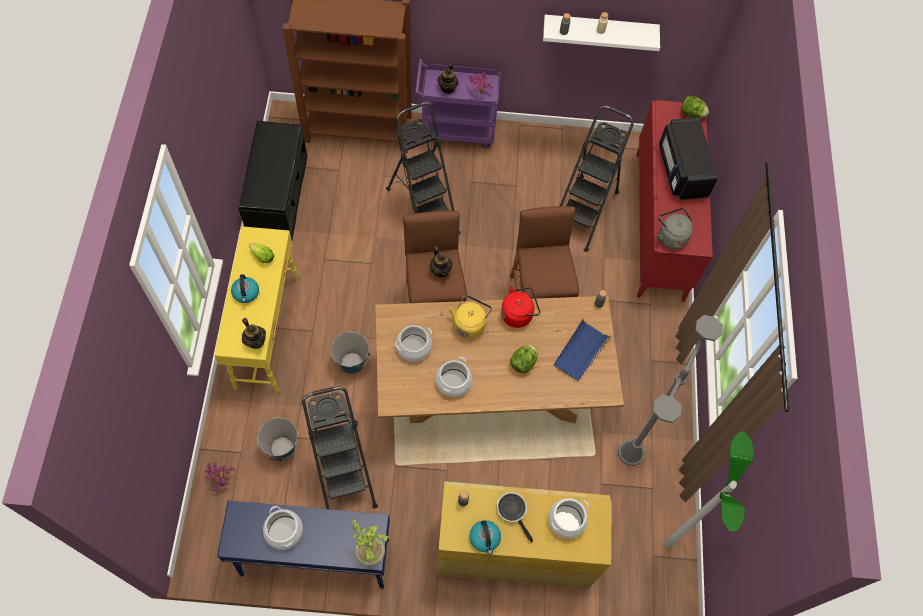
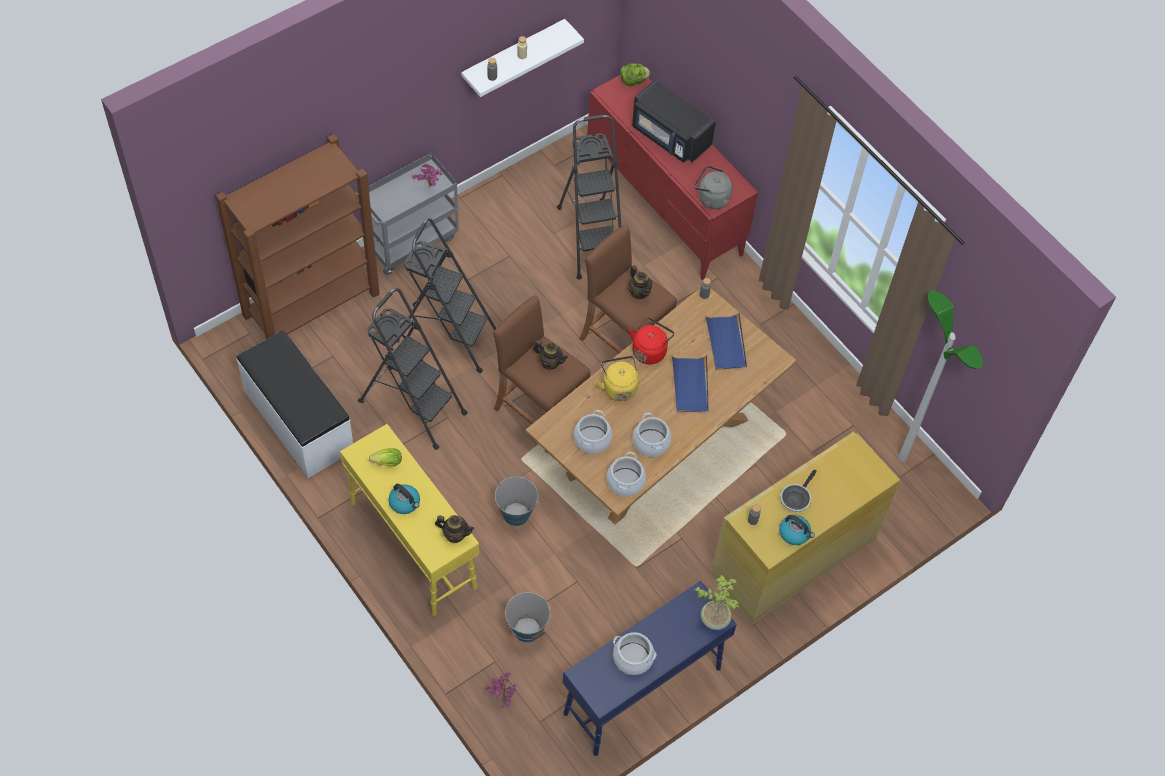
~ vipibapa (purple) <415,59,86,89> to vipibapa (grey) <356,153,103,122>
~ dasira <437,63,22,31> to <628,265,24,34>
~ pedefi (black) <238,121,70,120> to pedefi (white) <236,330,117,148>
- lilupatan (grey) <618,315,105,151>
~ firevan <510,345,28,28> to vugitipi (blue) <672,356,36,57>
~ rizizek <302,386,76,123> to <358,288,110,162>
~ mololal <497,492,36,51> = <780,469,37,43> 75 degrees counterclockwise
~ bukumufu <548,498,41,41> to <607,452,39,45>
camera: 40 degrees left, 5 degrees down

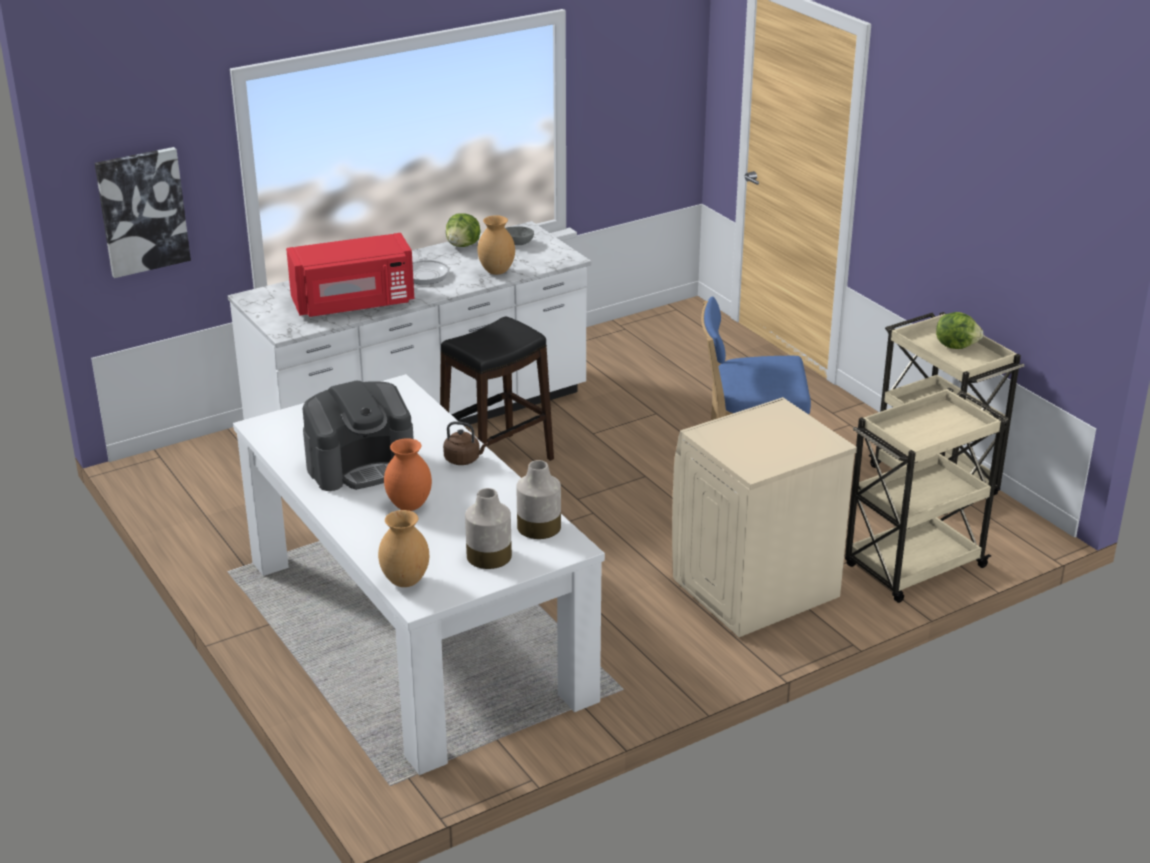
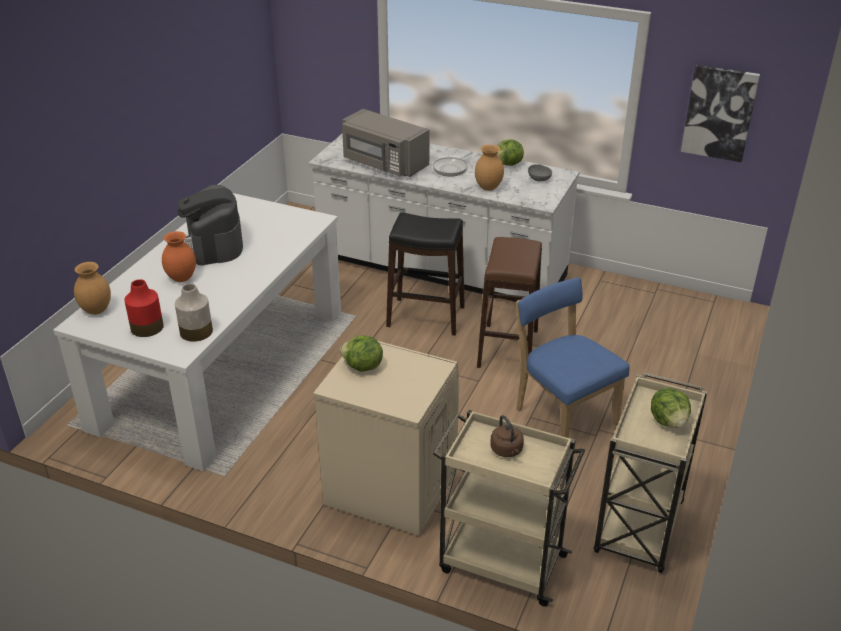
~ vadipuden <95,147,96,131> to <681,65,79,97>
~ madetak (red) <286,233,129,84> to madetak (grey) <342,109,88,68>
~ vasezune <303,380,111,111> = <178,185,65,80> 45 degrees clockwise
~ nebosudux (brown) <443,421,45,44> to <490,415,34,42>
~ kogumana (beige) <465,488,47,81> to kogumana (red) <124,279,40,58>
+ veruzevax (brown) <477,237,65,131>
+ firevan <340,335,43,37>
camera: 55 degrees right, 5 degrees up

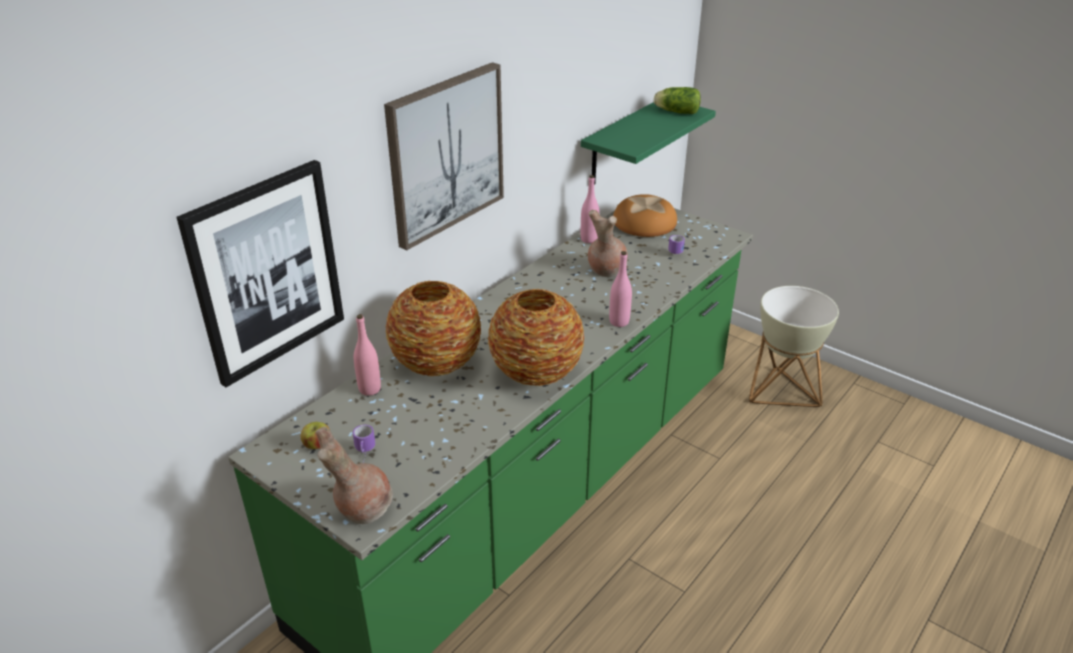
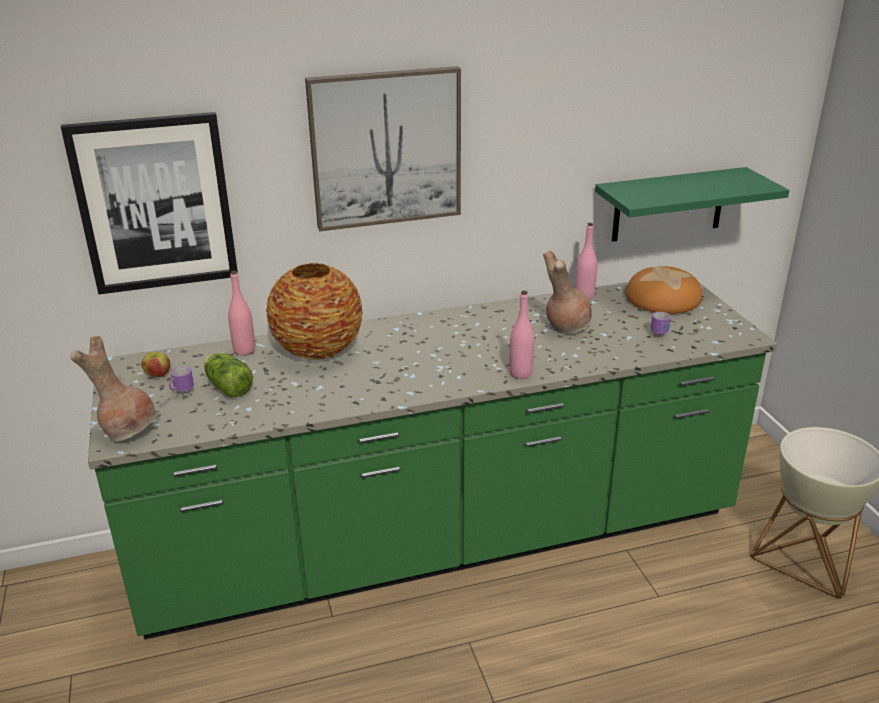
~ firevan <654,87,47,27> to <204,353,49,44>
- kogumana <488,289,96,97>
camera: 35 degrees right, 5 degrees down

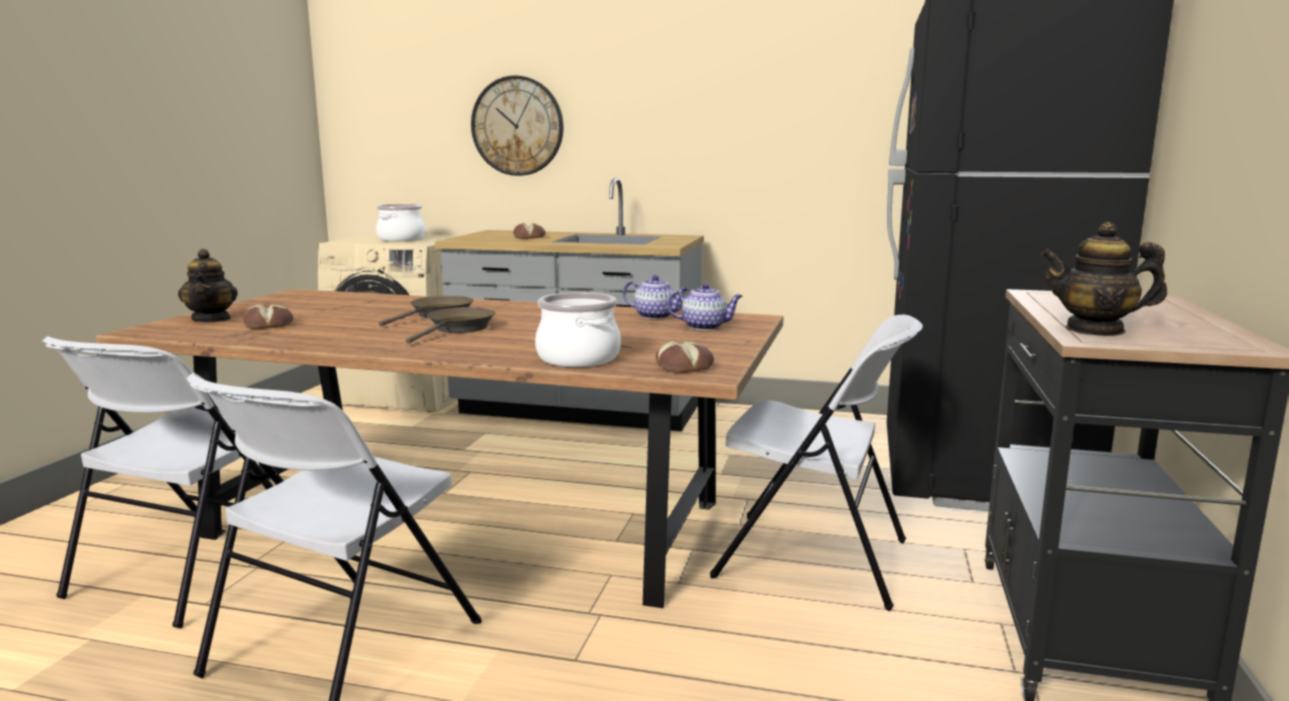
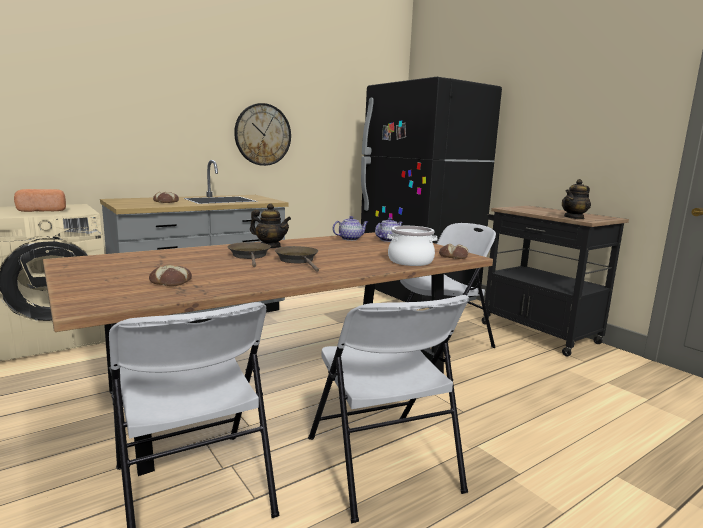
~ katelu <471,75,92,101> to <234,103,57,63>
~ bukumufu <376,204,49,38> to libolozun <14,189,52,23>
~ dasira <178,249,60,73> to <250,203,41,45>
camera: 50 degrees left, 0 degrees up

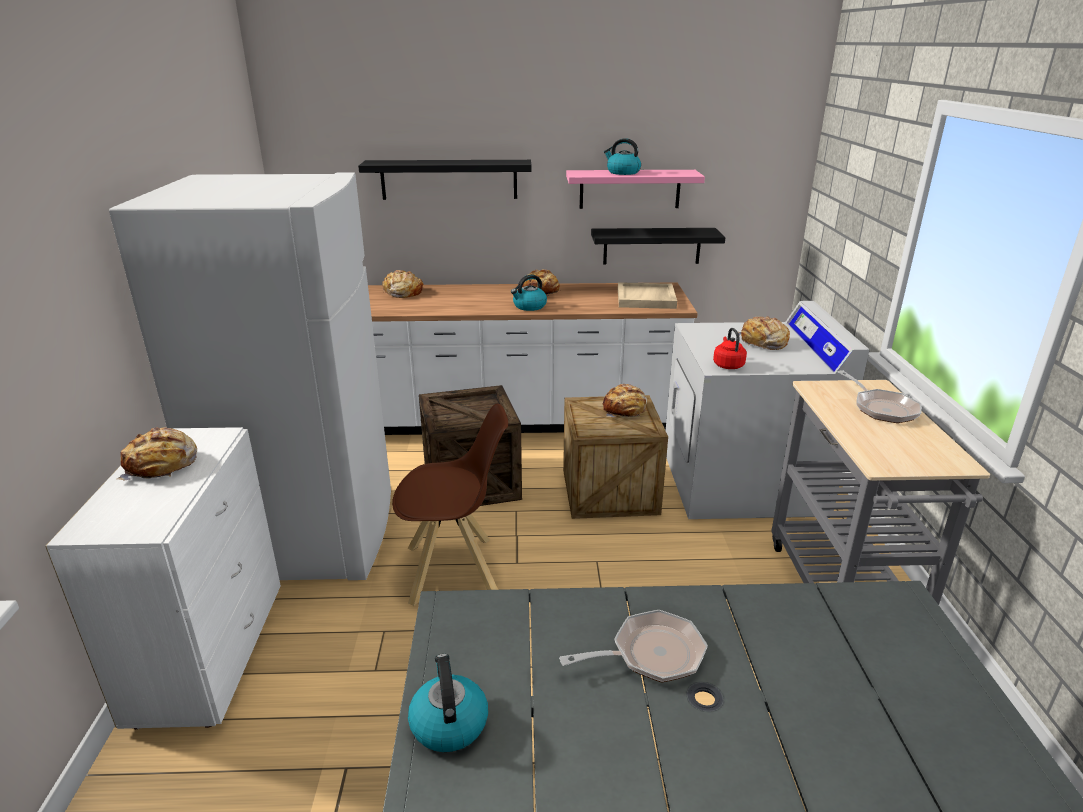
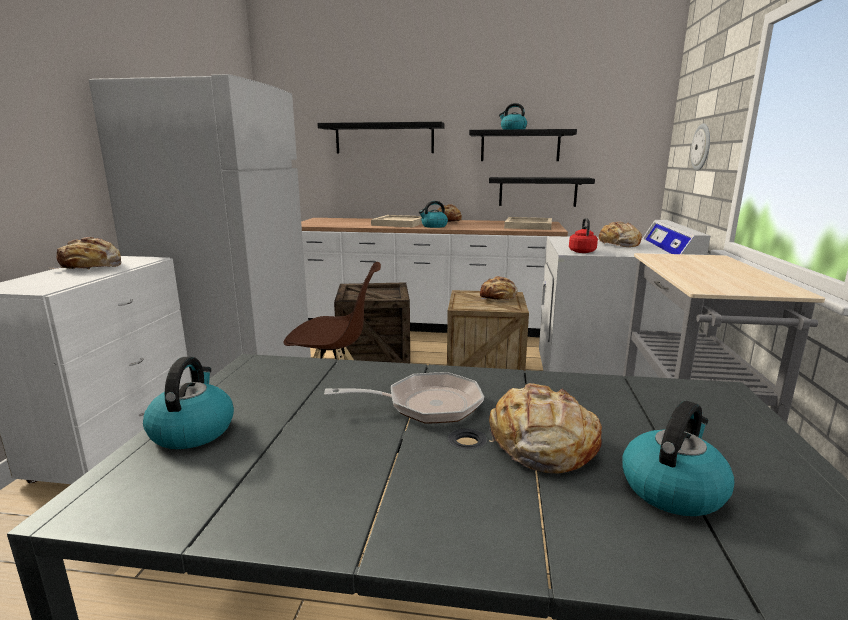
~ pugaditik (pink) <566,170,139,39> to pugaditik (black) <469,129,108,32>
~ libolozun <382,270,41,28> to <489,383,113,90>
- mololal <838,370,84,53>
+ katelu <691,124,19,47>
+ vugitipi (beige) <371,215,51,12>
+ nebosudux <622,401,113,115>
camera: 10 degrees right, 10 degrees down

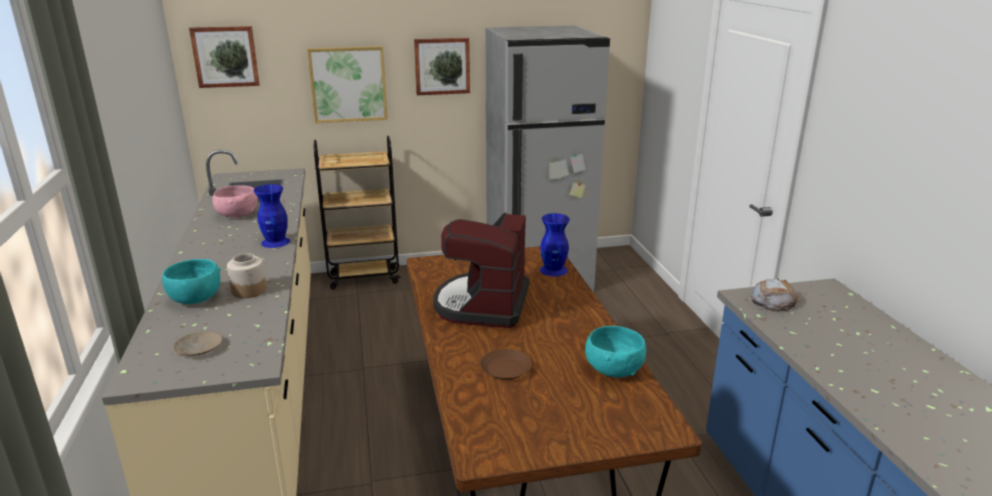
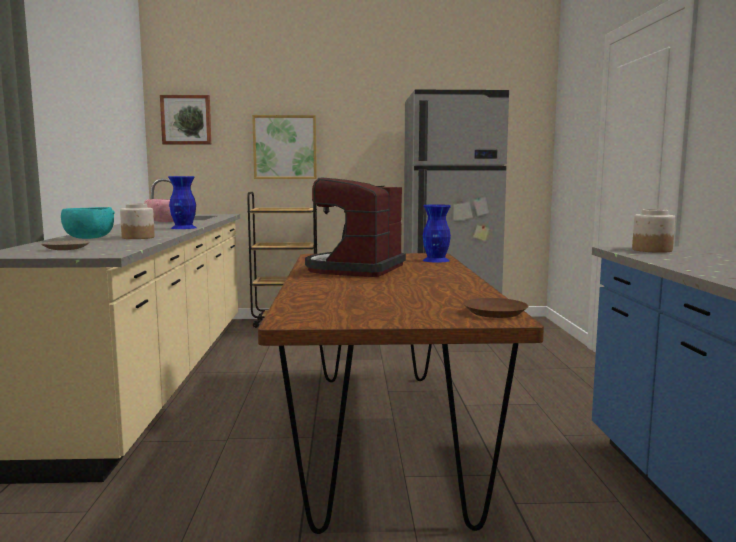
- vadipuden <414,38,56,57>
~ libolozun <751,278,47,33> to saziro <632,209,43,44>
- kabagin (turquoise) <585,326,61,52>
~ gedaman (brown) <480,349,52,31> to <463,298,65,20>
camera: 10 degrees right, 15 degrees down

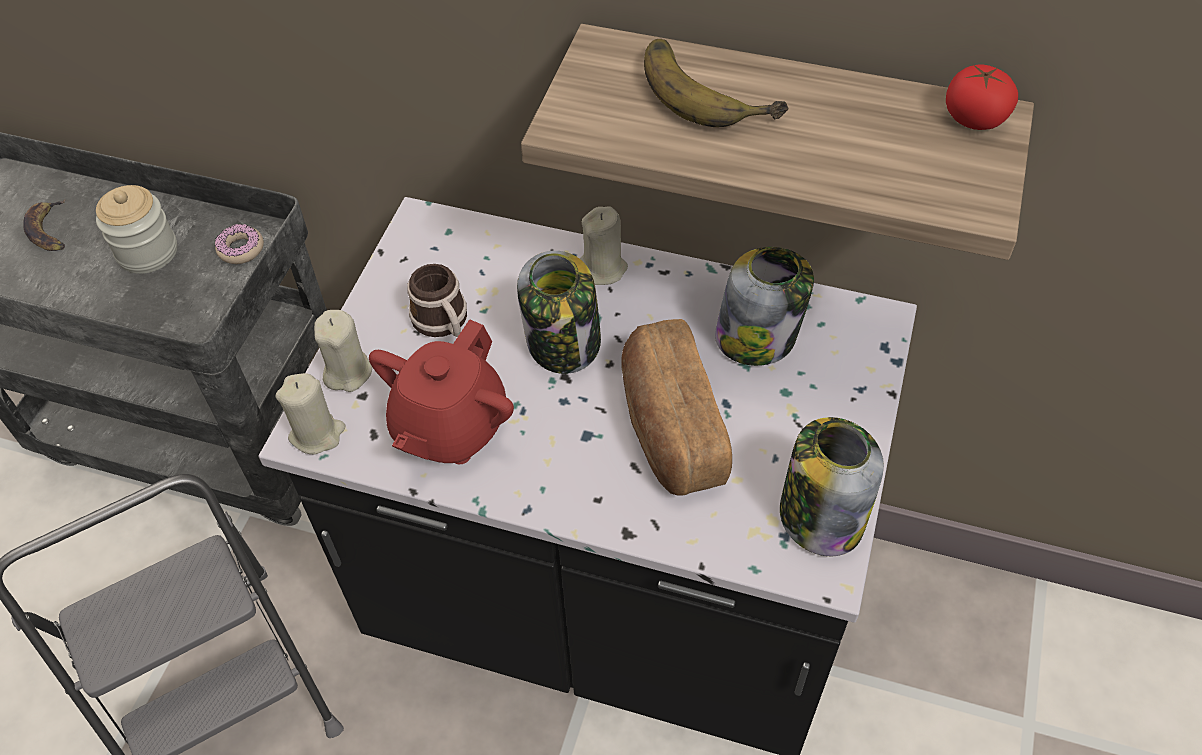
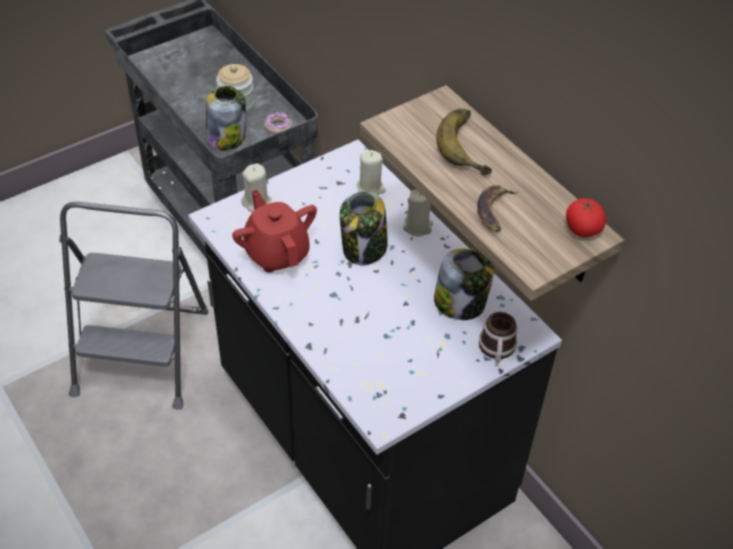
~ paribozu <23,200,42,51> to <477,185,41,47>
~ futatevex <407,264,60,73> to <479,312,39,51>
~ dasira (red) <369,319,145,145> = <232,189,85,84> 90 degrees clockwise
- libolozun <621,319,111,177>
~ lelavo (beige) <276,373,69,81> to <357,150,29,45>
~ saziro <780,417,104,140> to <206,86,40,64>
camera: 35 degrees right, 5 degrees down

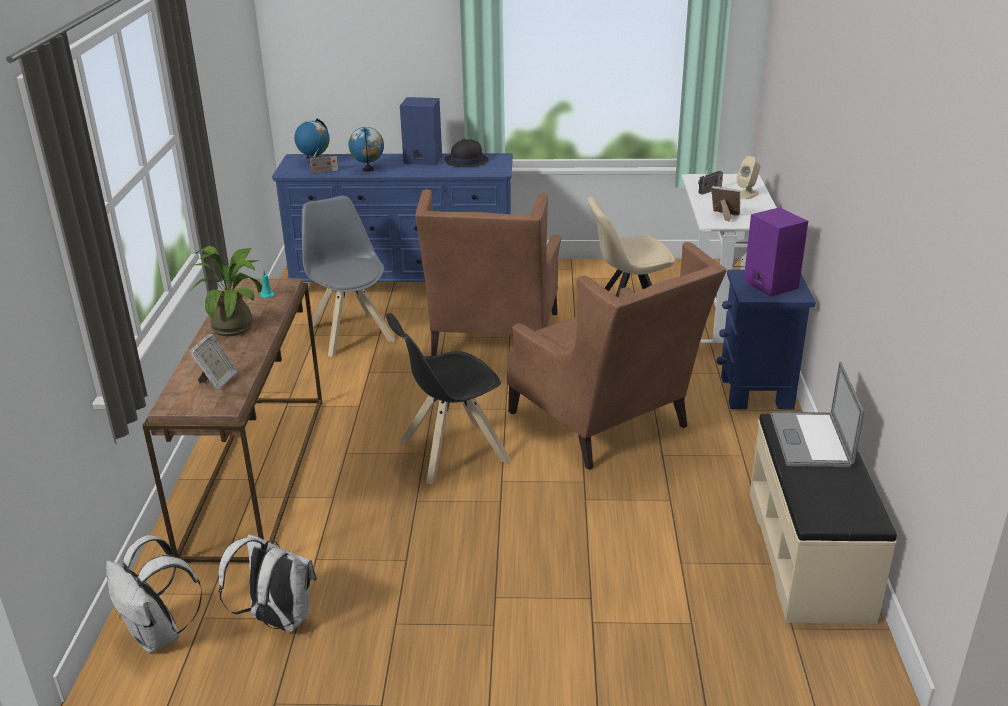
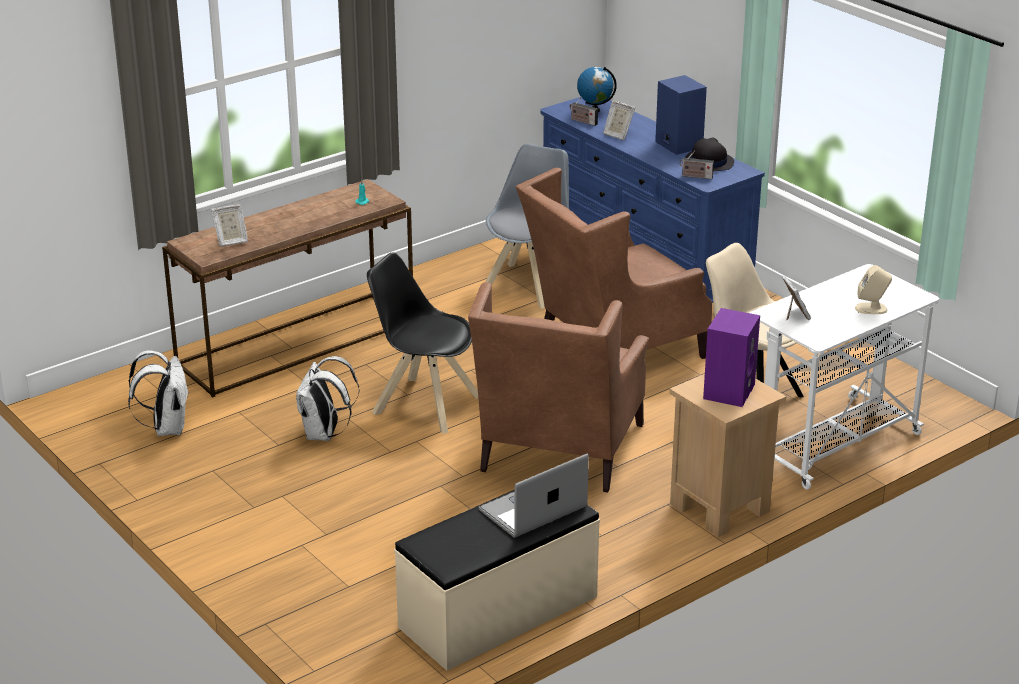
~ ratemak <349,127,35,45> to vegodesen <603,100,32,40>
~ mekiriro <698,167,25,28> to <680,151,34,28>
- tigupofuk <191,246,71,90>
~ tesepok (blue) <716,270,100,139> to tesepok (beige) <669,374,117,163>
~ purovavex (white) <106,535,96,118> to <296,356,64,85>
camera: 50 degrees right, 0 degrees up

